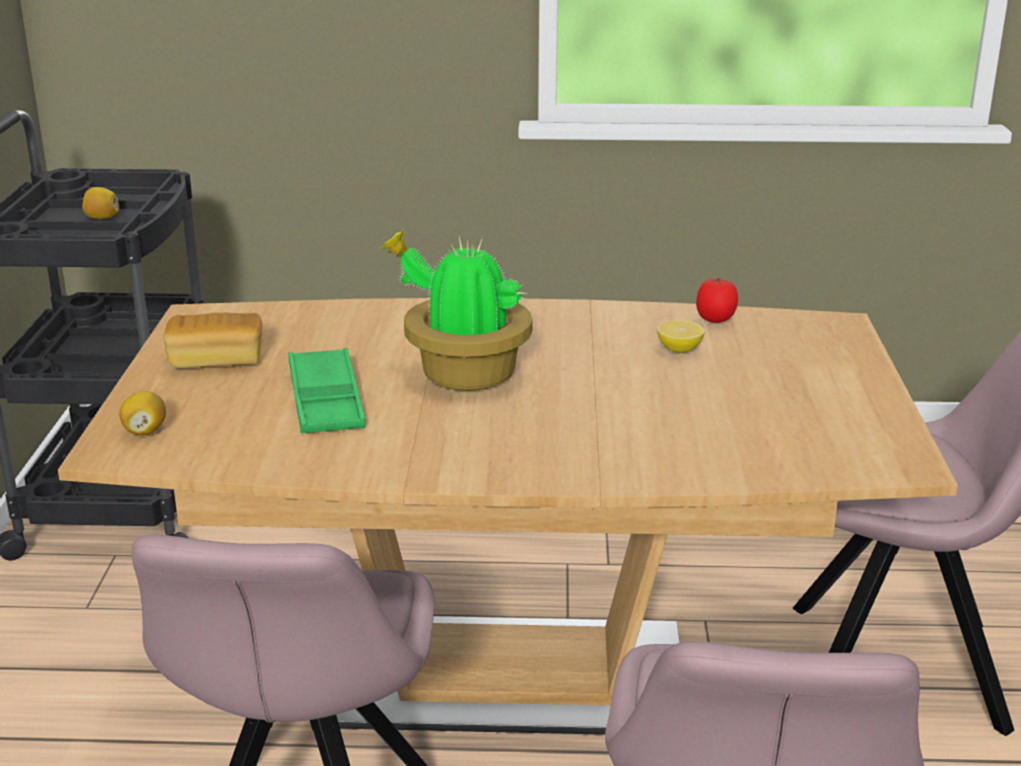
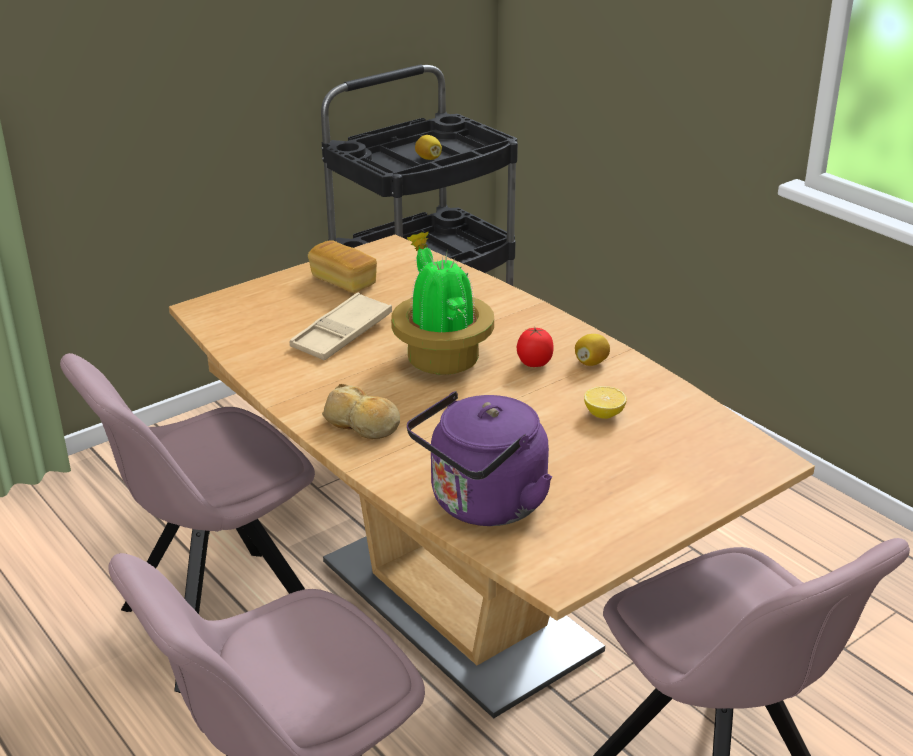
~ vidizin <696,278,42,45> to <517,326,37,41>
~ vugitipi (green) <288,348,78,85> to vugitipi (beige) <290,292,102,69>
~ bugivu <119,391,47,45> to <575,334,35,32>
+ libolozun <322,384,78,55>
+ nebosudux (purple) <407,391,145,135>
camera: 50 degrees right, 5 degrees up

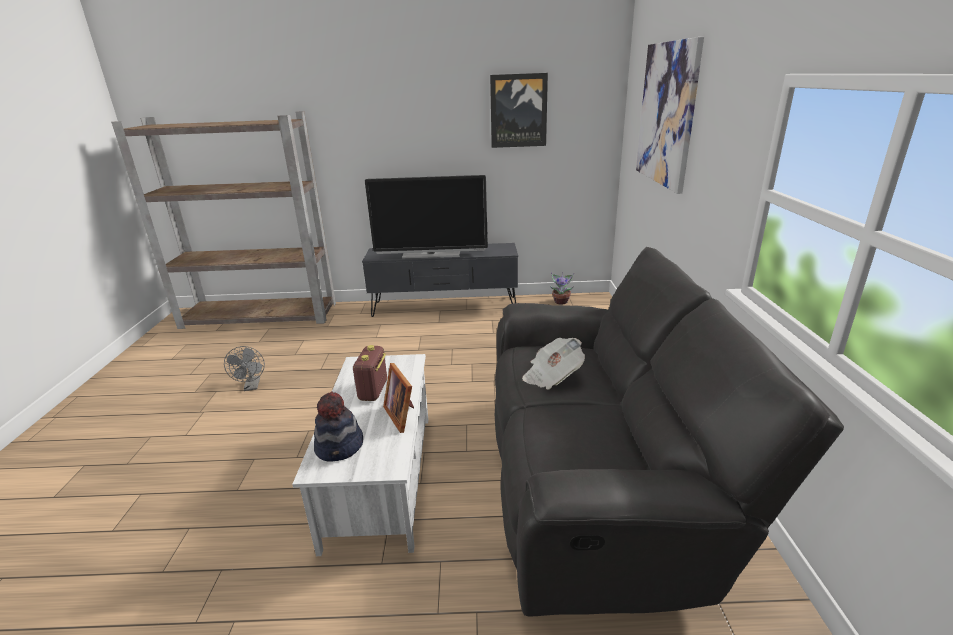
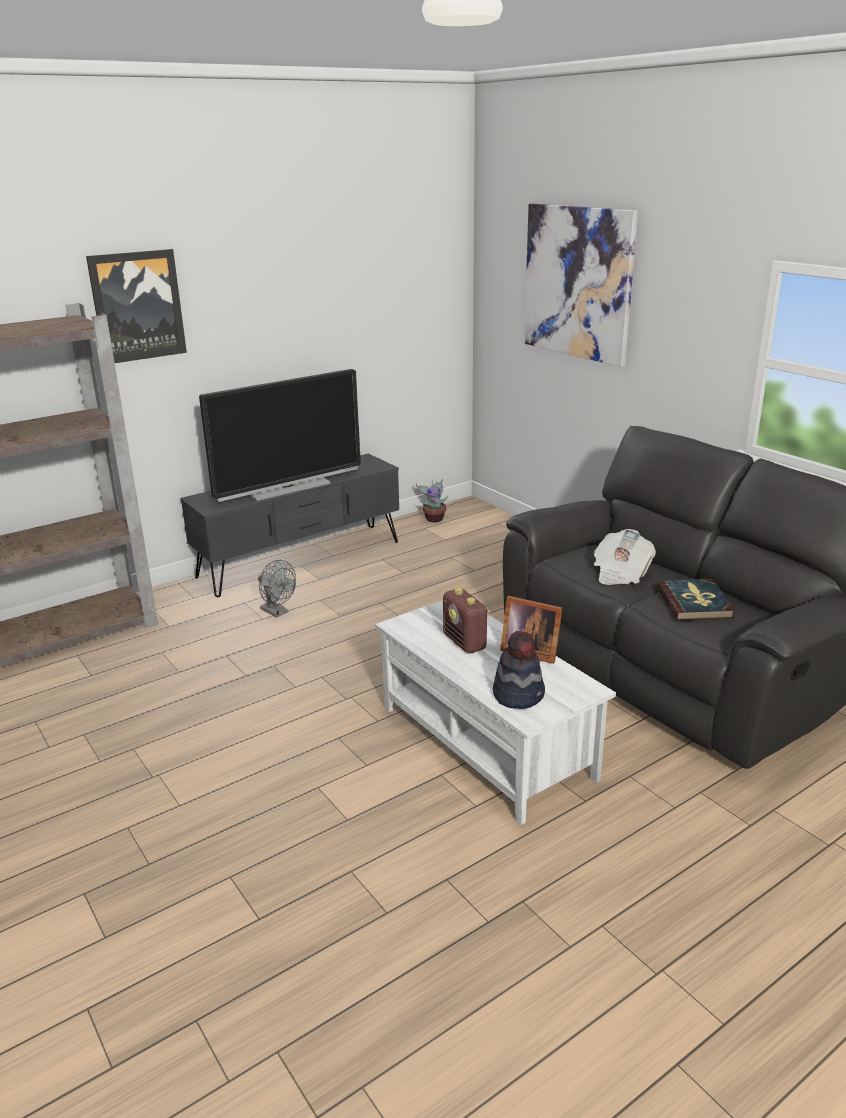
~ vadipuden <490,73,58,75> to <86,249,101,114>
~ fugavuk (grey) <224,346,41,45> to <258,560,38,57>
+ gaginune <657,579,78,42>
camera: 35 degrees left, 0 degrees up

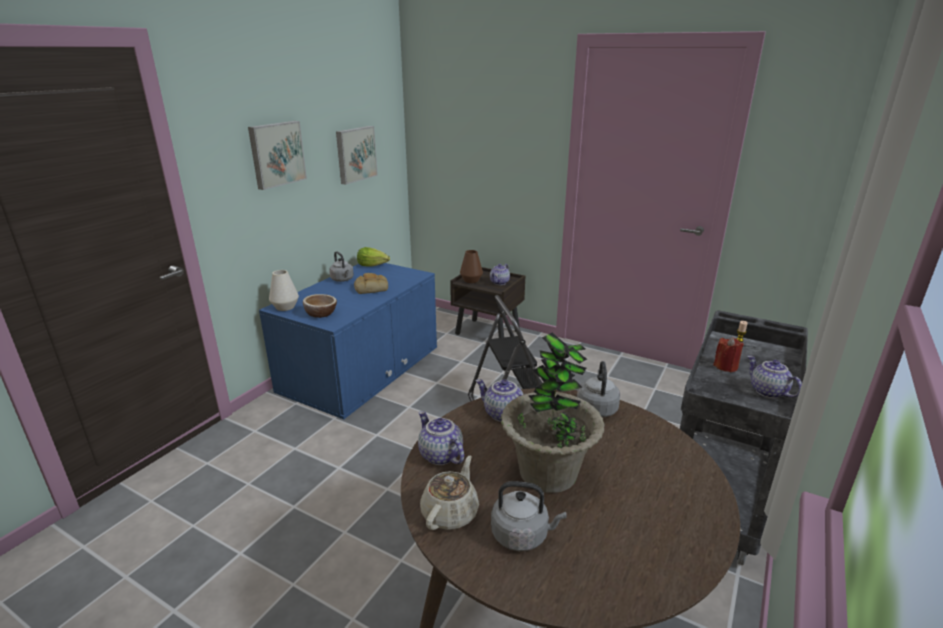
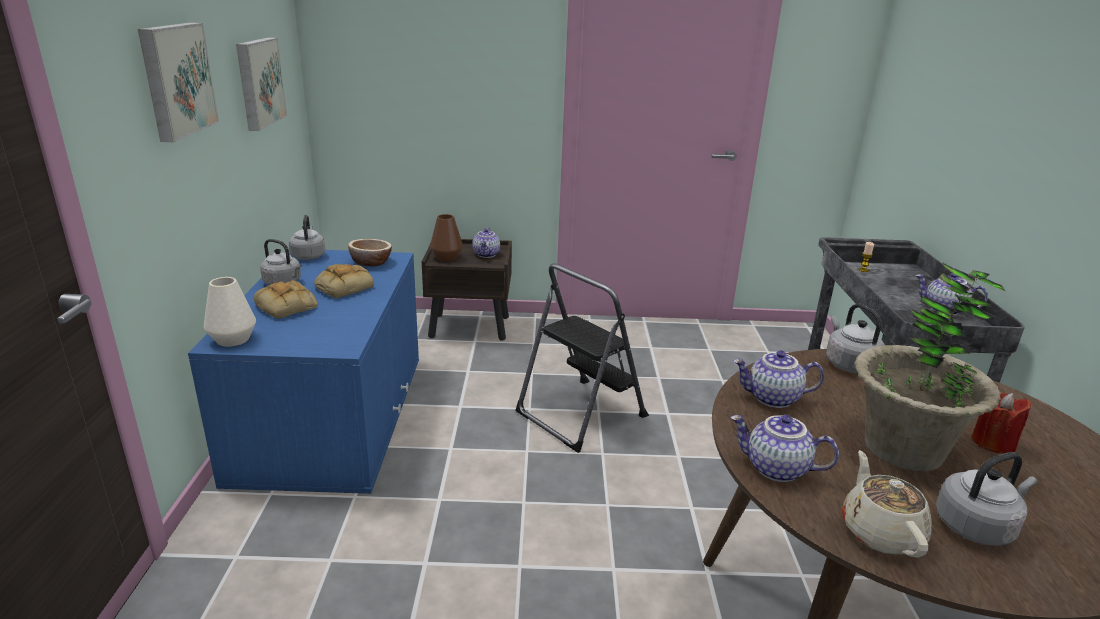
~ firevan <357,247,33,20> to nebosudux (grey) <289,215,37,45>
~ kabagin <303,294,34,24> to <348,239,44,27>
~ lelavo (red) <713,337,31,35> to <972,392,59,62>
+ libolozun <254,280,64,39>
camera: 30 degrees left, 0 degrees up

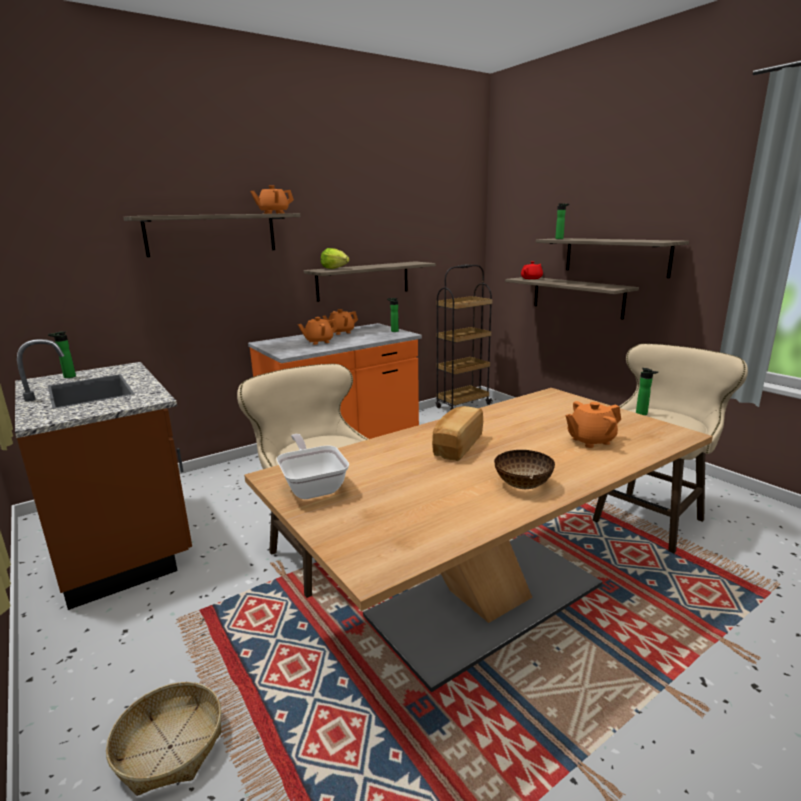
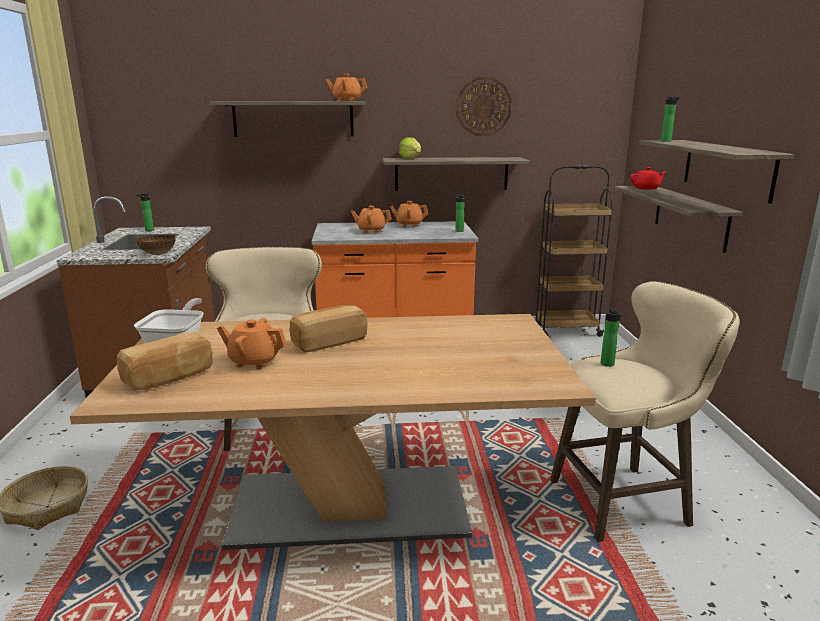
~ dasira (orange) <566,401,55,47> to <217,318,70,51>
~ kabagin <494,450,61,39> to <136,235,40,20>
+ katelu <456,77,56,59>
+ libolozun <117,332,96,59>
camera: 30 degrees right, 0 degrees up

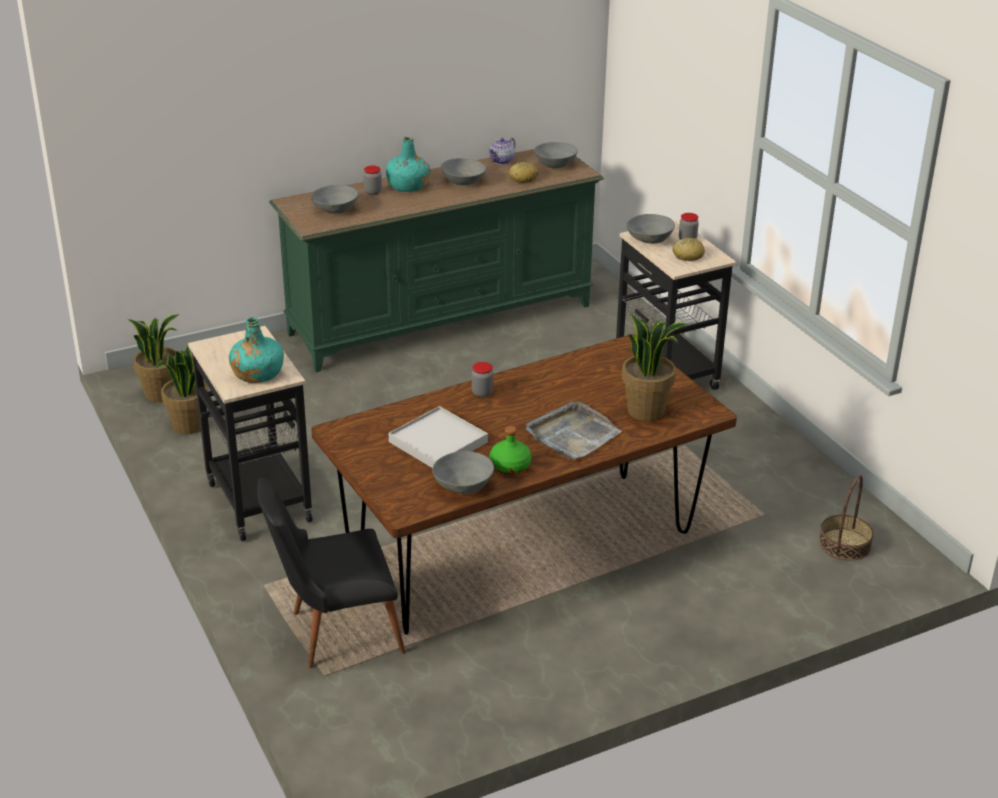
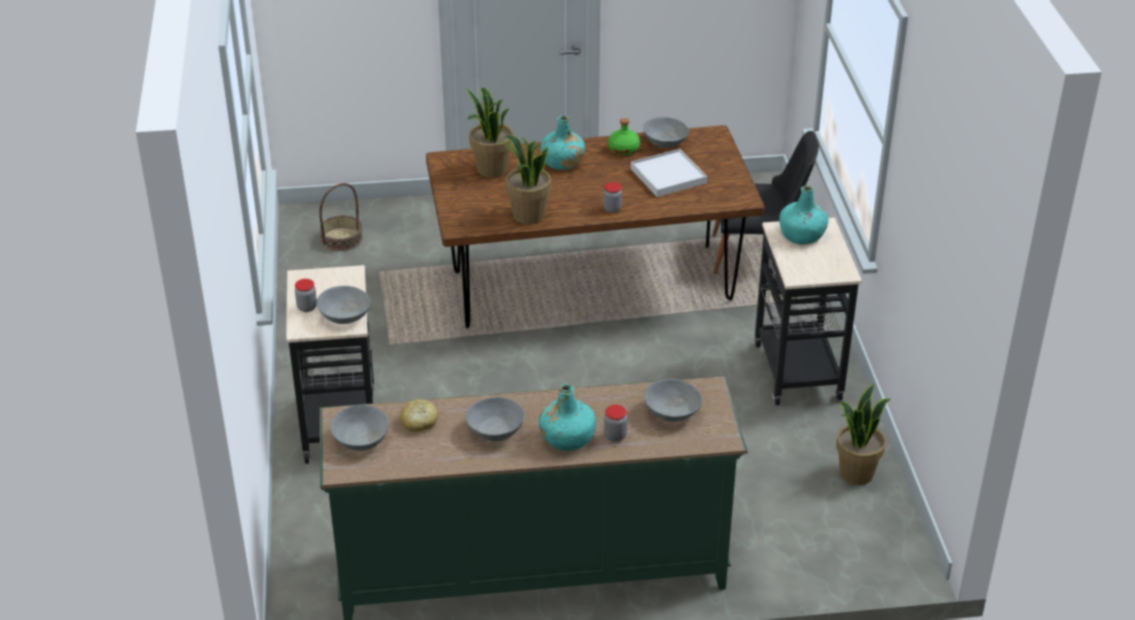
- dasira <489,138,27,27>
- libolozun <672,238,33,23>
~ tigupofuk <128,314,51,88> to <498,135,53,89>
~ vugitipi (grey) <526,402,96,58> to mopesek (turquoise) <541,116,44,54>
camera: 160 degrees left, 5 degrees up

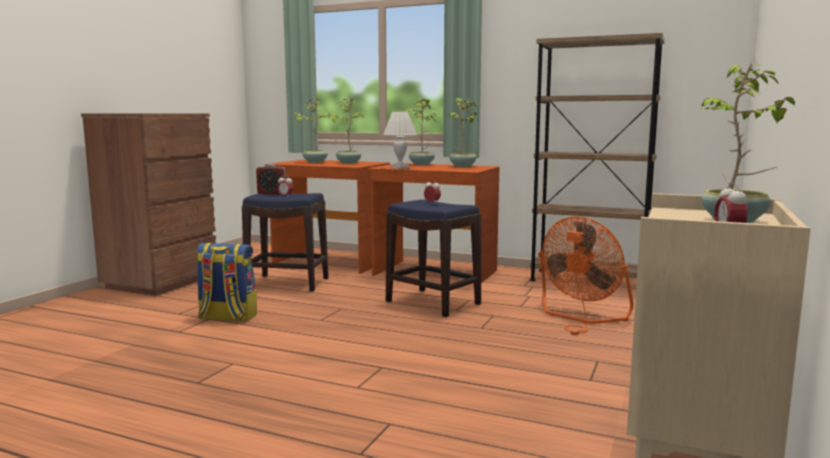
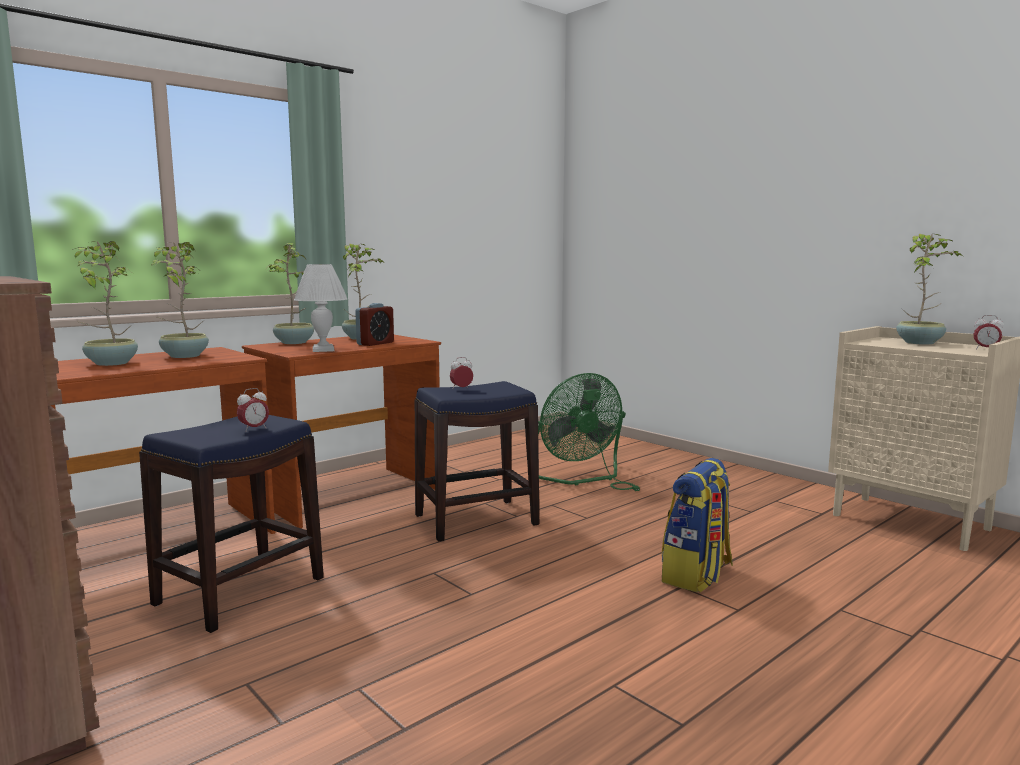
- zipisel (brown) <530,33,135,248>
~ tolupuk <256,164,29,30> to <355,303,39,43>
~ fugavuk (orange) <538,216,96,119> to fugavuk (green) <538,373,102,118>
~ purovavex <196,243,61,79> to <662,458,71,134>
camera: 65 degrees left, 0 degrees up

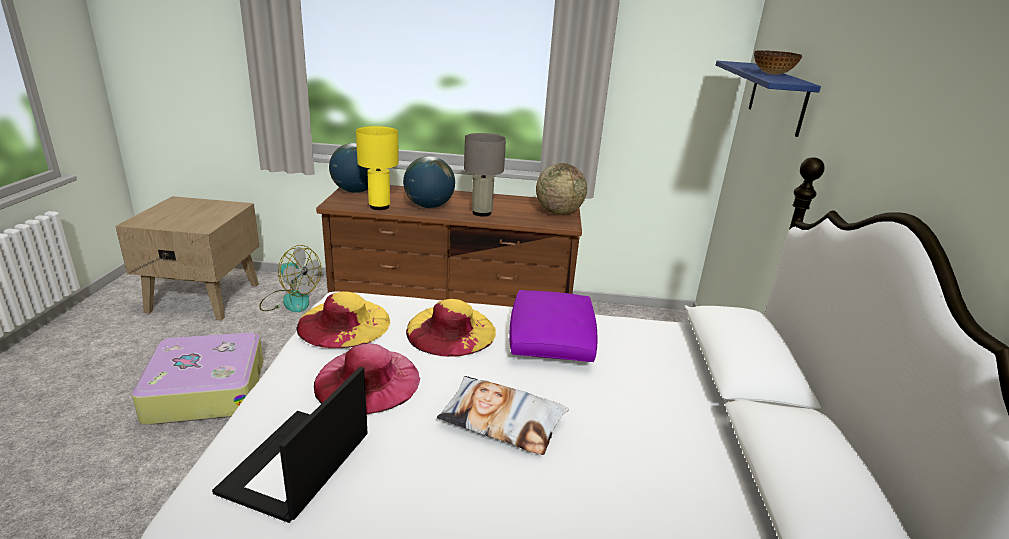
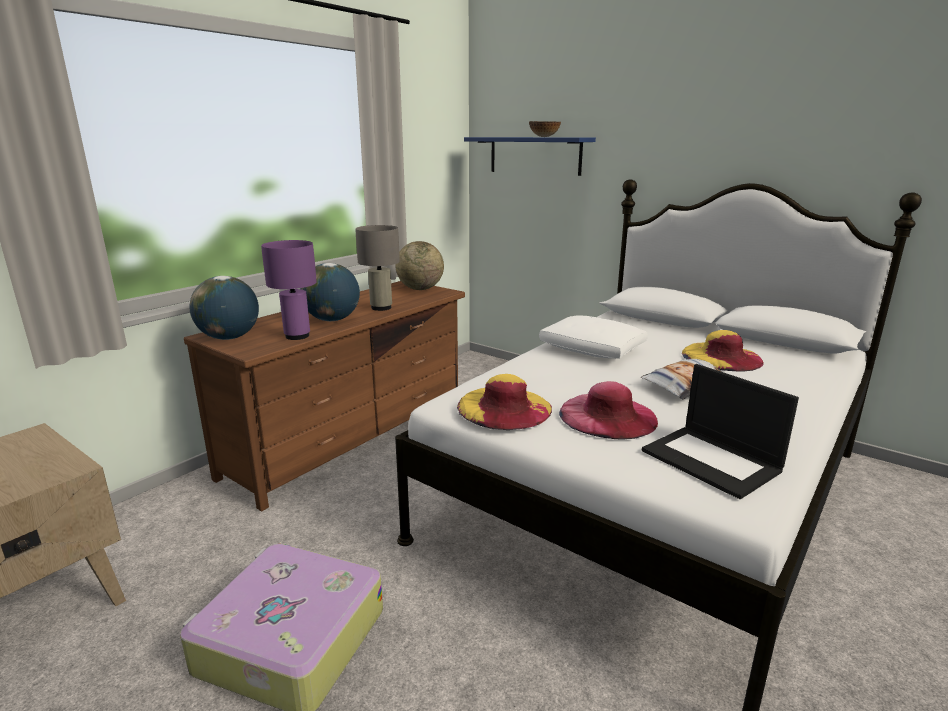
~ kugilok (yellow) <356,126,43,84> to kugilok (purple) <261,240,55,100>
- fugavuk <259,245,62,67>
~ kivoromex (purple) <509,290,88,72> to kivoromex (white) <539,316,109,43>
~ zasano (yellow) <406,299,90,58> to <682,330,82,42>
camera: 55 degrees left, 5 degrees down

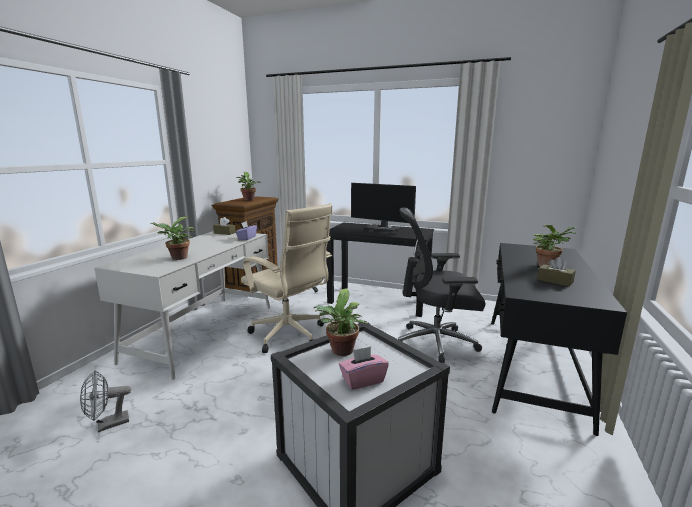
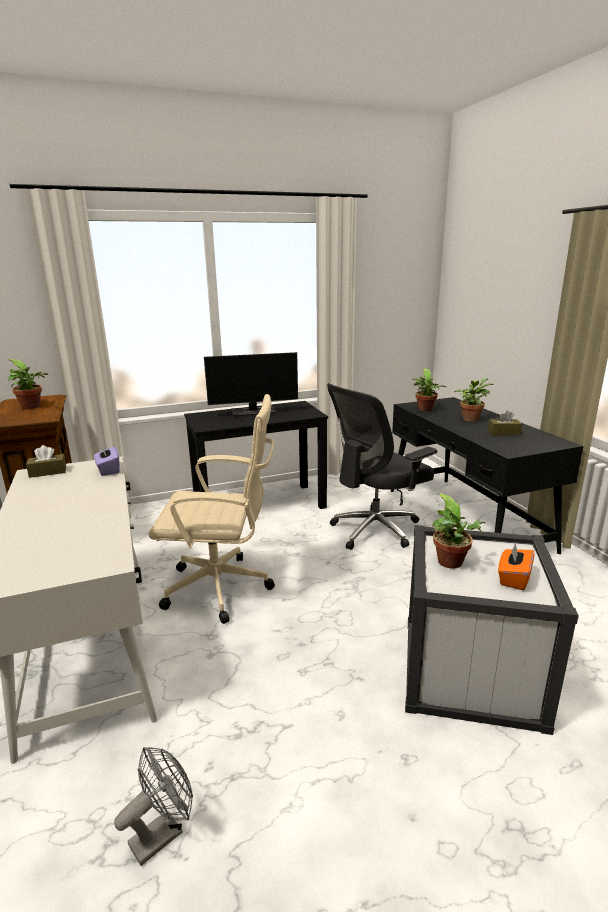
~ tigupofuk <150,217,45,43> to <412,368,34,43>
~ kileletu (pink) <339,346,50,44> to kileletu (orange) <498,542,36,48>
~ fugavuk (grey) <80,371,51,61> = <114,747,79,119> 150 degrees counterclockwise
camera: 40 degrees left, 5 degrees up

